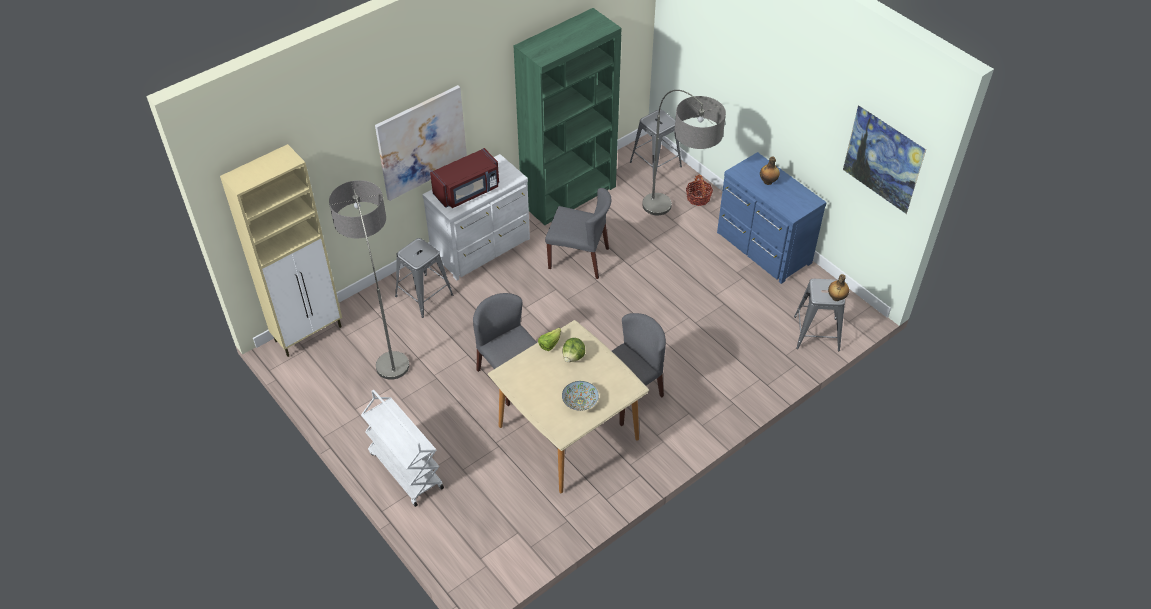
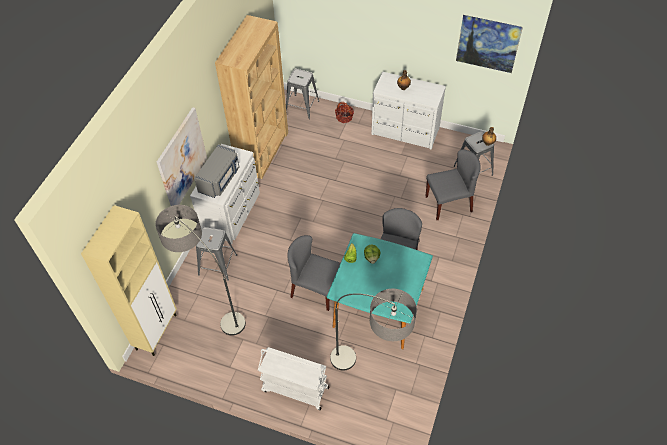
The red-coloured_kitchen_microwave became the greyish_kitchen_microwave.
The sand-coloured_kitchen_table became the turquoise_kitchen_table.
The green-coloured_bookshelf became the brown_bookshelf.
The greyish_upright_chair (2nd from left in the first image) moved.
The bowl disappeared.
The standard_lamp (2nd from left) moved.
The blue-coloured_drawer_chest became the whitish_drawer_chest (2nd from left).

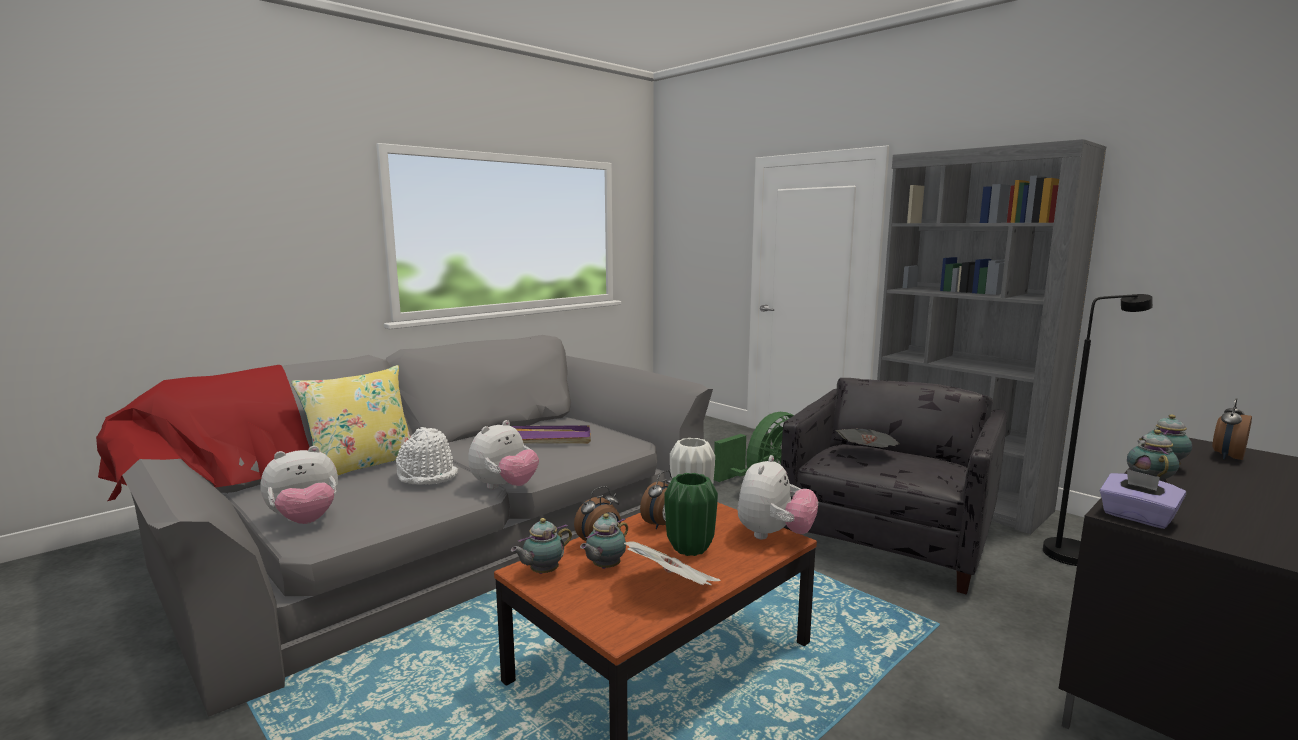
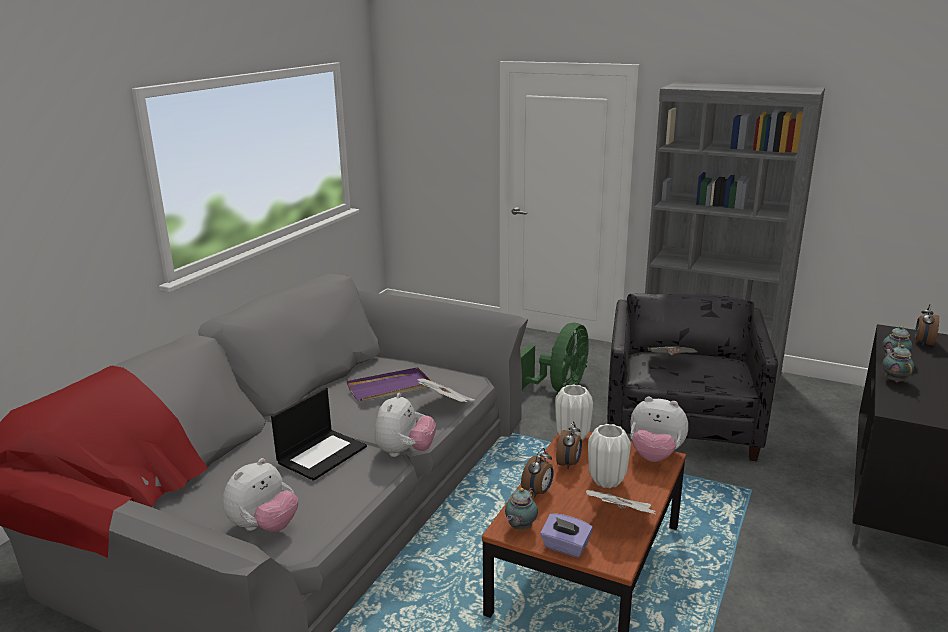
The yellowish_cushion disappeared.
The whitish_wearable_hat was replaced by the notebook_computer.
The teapot (2nd from left) disappeared.
The green-coloured_vase became the whitish_vase (2nd from left).
The plush_toy (3rd from left) turned 105 degrees clockwise.
The blackish_standard_lamp disappeared.
The purple-coloured_box_of_tissues moved.
The printed_paper (1st from left) appeared.

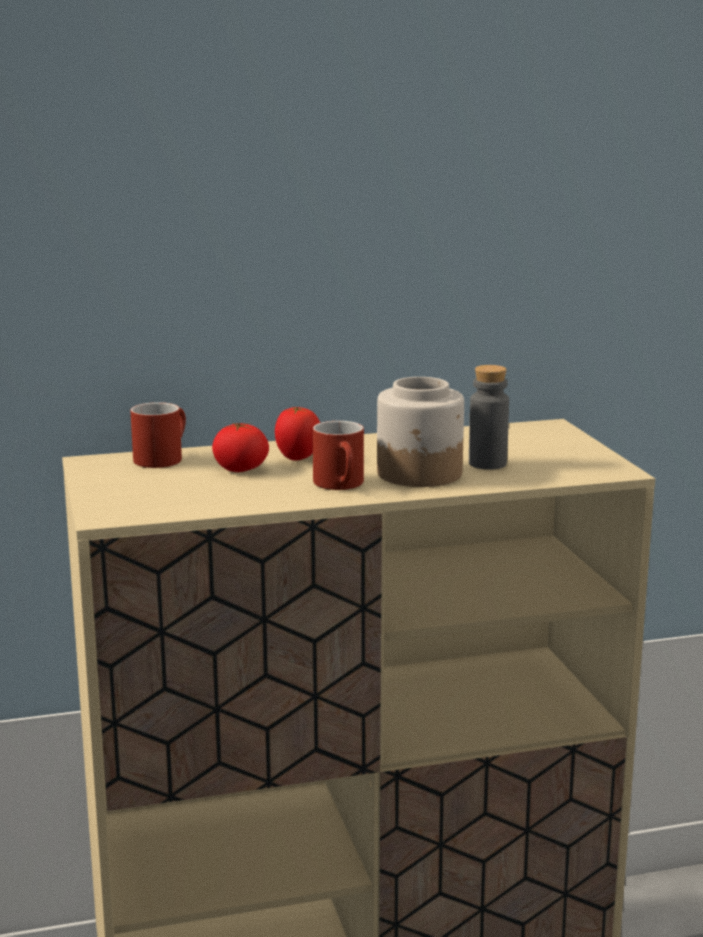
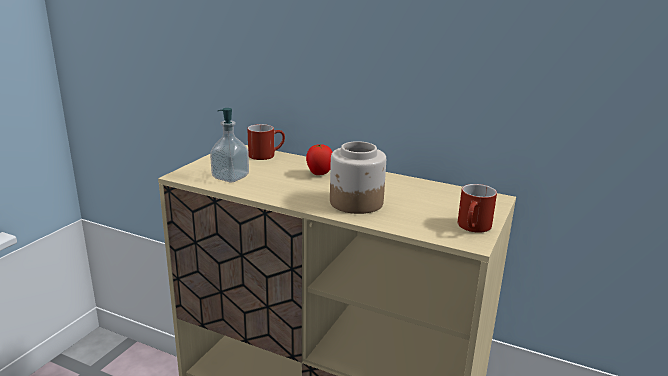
The tomato (1st from left) disappeared.
The red-coloured_mug (2nd from left) moved.
The greyish_drink_bottle disappeared.
The soap_bottle appeared.

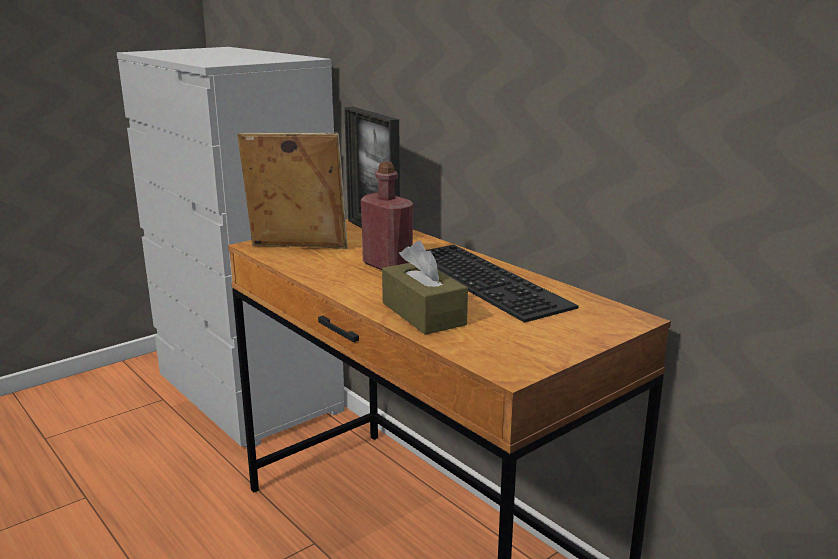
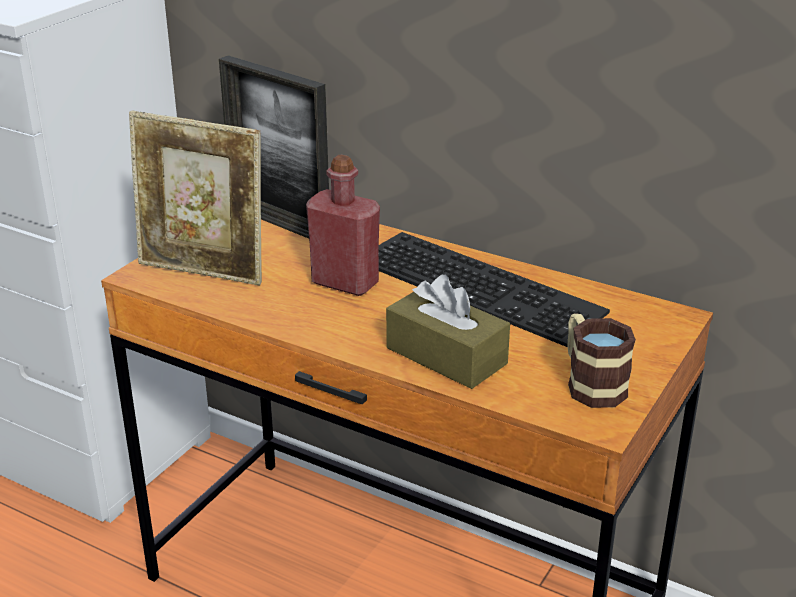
The photo_frame (1st from left) turned 150 degrees counterclockwise.
The mug appeared.

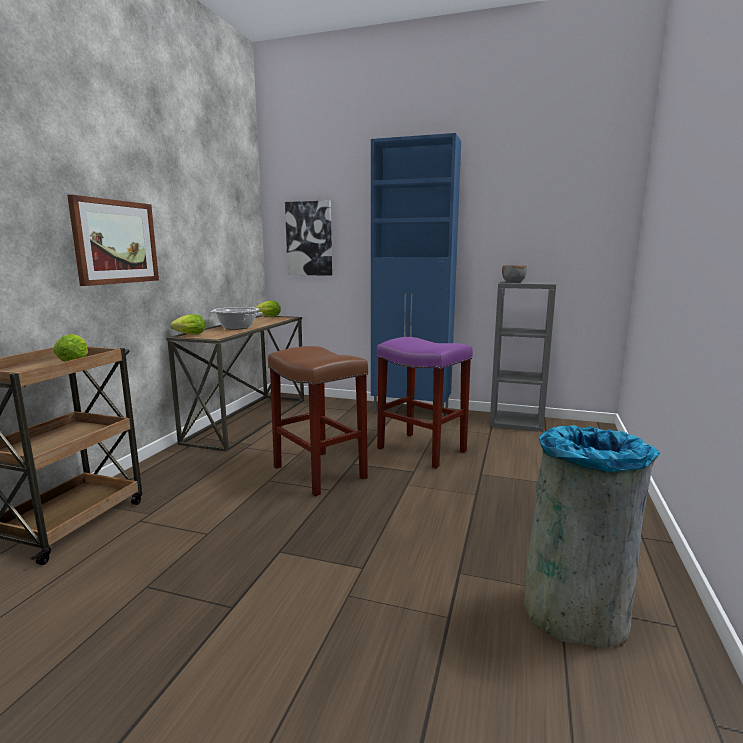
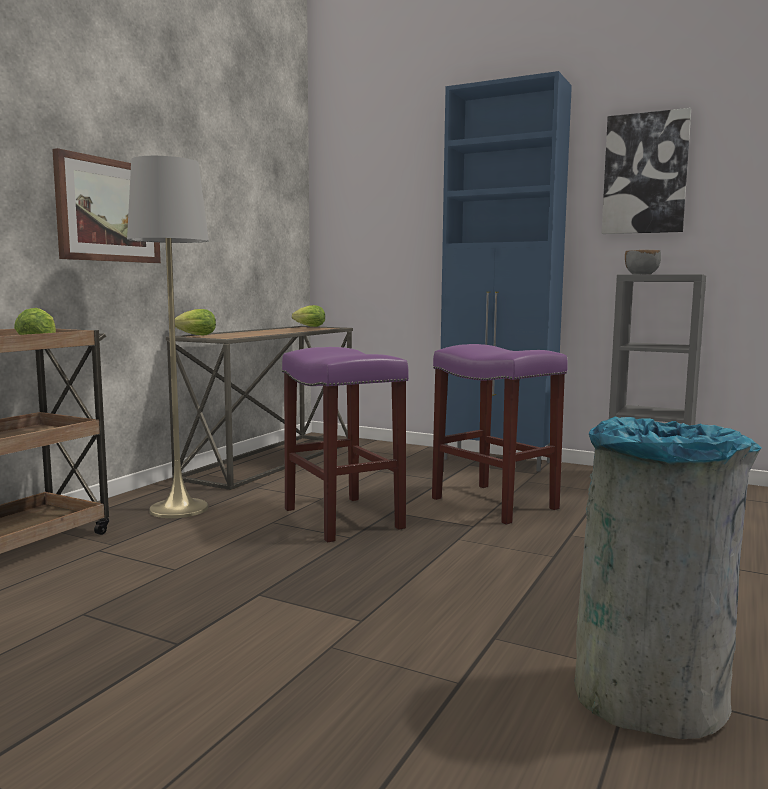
The saucepot disappeared.
The brown_stool_seat became the purple-coloured_stool_seat (1st from left).
The picture (2nd from left) moved.
The greyish_standard_lamp appeared.

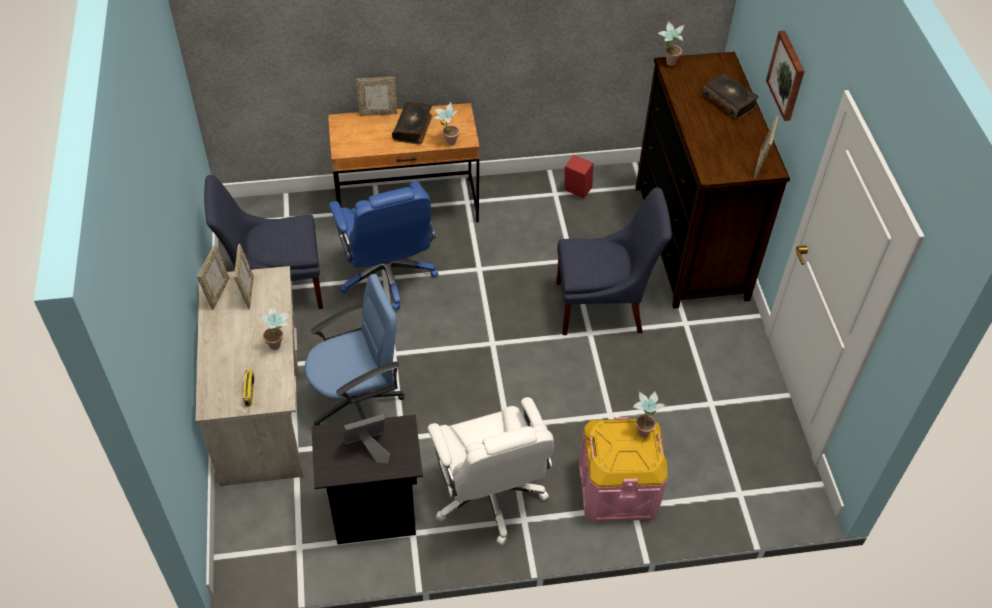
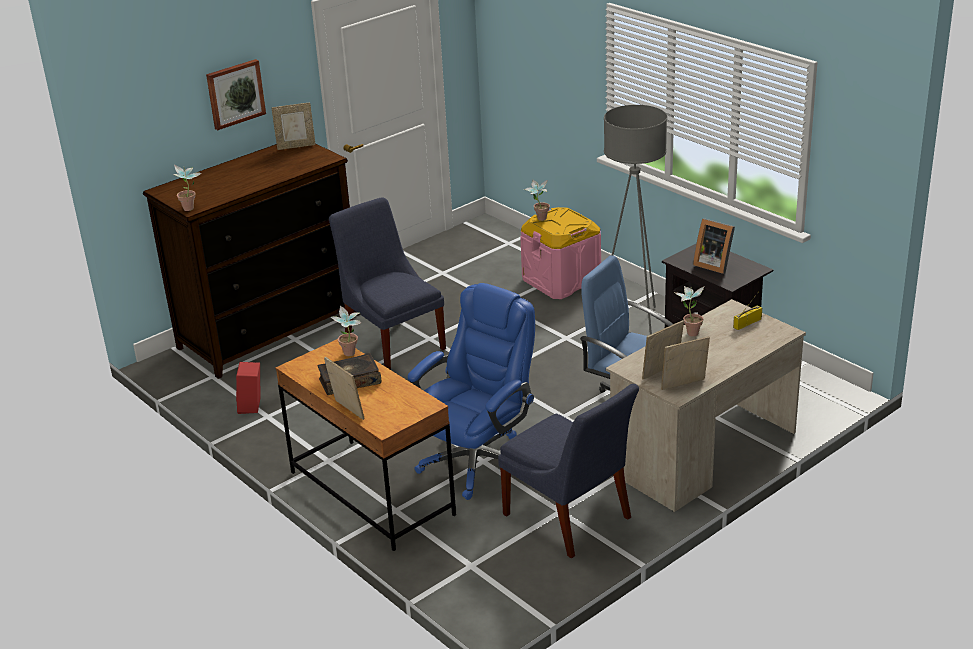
The whitish_office_chair was replaced by the greyish_standard_lamp.
The bound_book (2nd from left) disappeared.

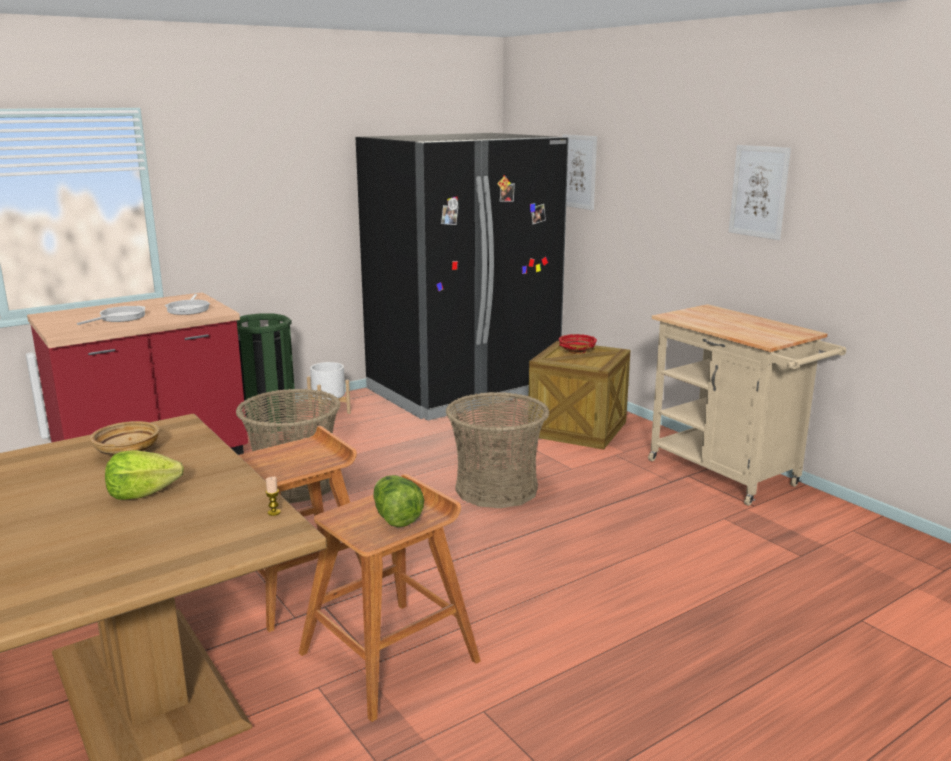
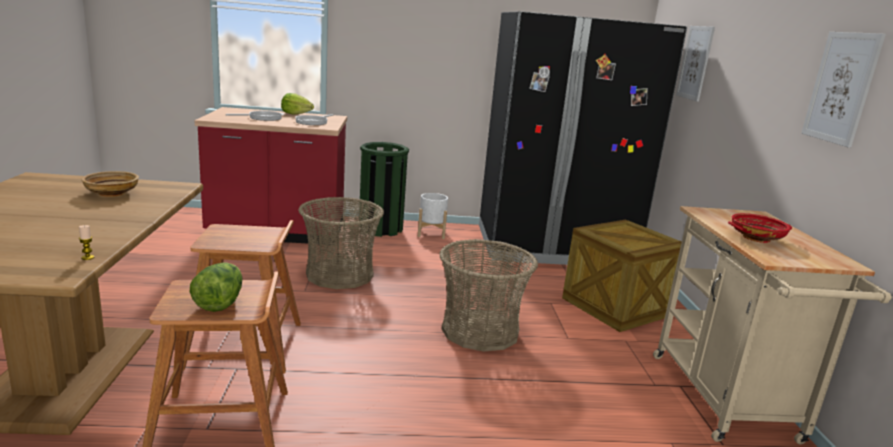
The lettuce (1st from left in the first image) moved.
The red-coloured_bowl moved.

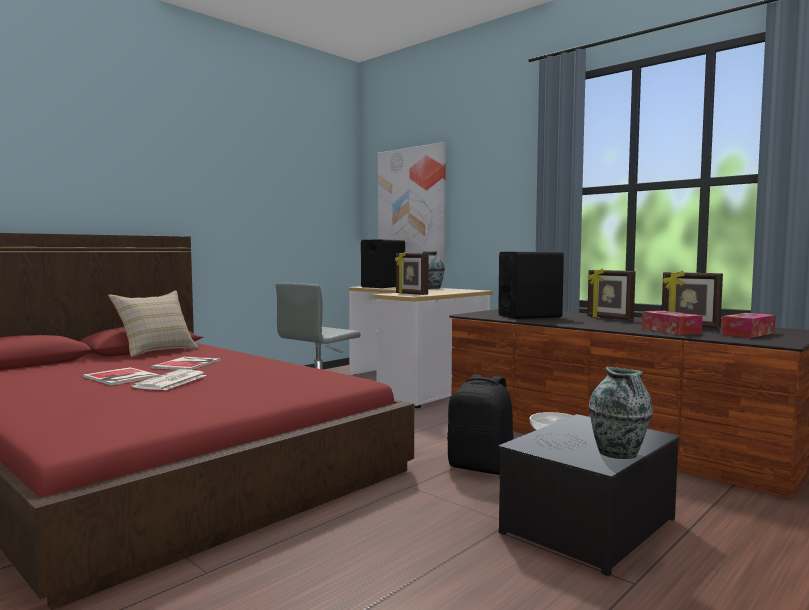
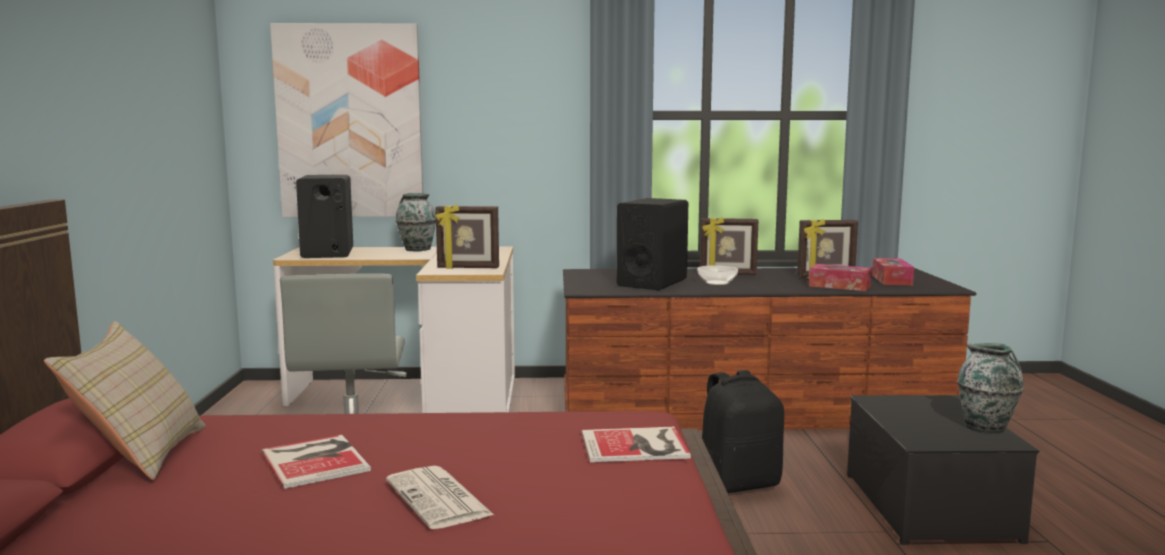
The bound_book (1st from left in the first image) moved.
The bowl moved.

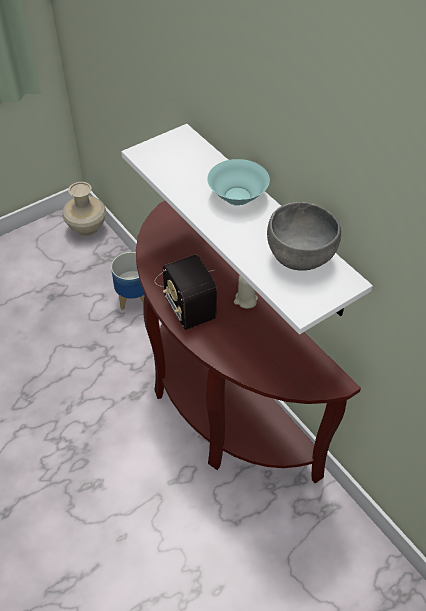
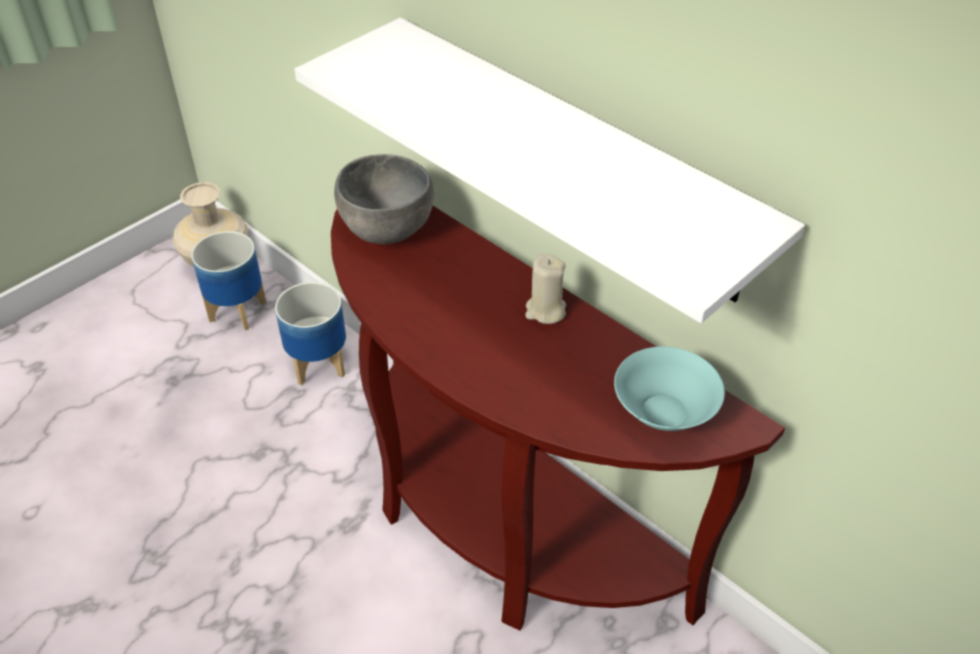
The radio_set disappeared.
The turquoise_bowl moved.
The greyish_bowl moved.
The planter (1st from left) appeared.

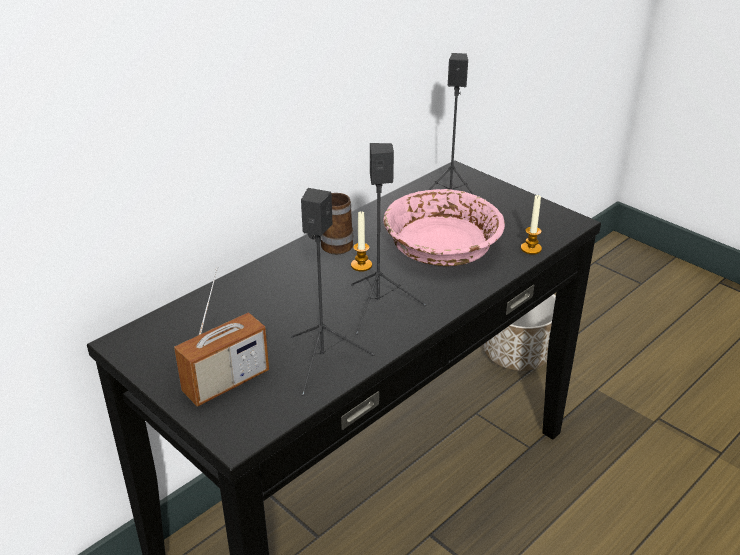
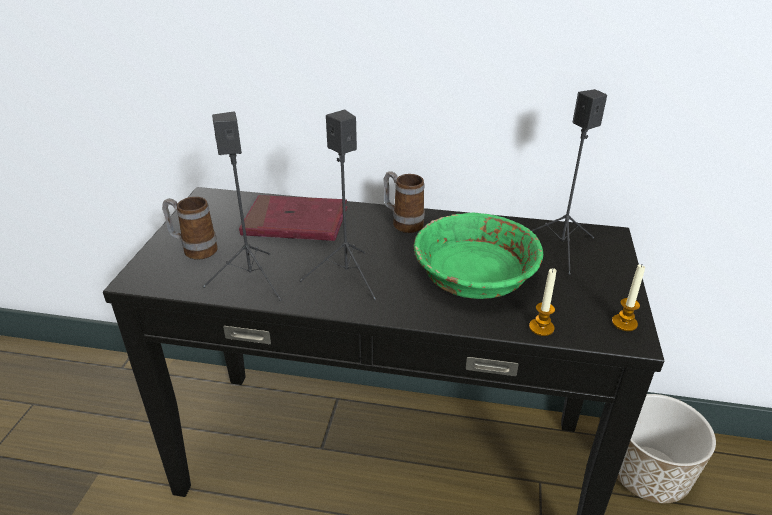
The radio_set was replaced by the mug (1st from left).
The candle (1st from left in the first image) moved.
The pink_bowl became the green-coloured_bowl.
The red-coloured_bound_book appeared.

